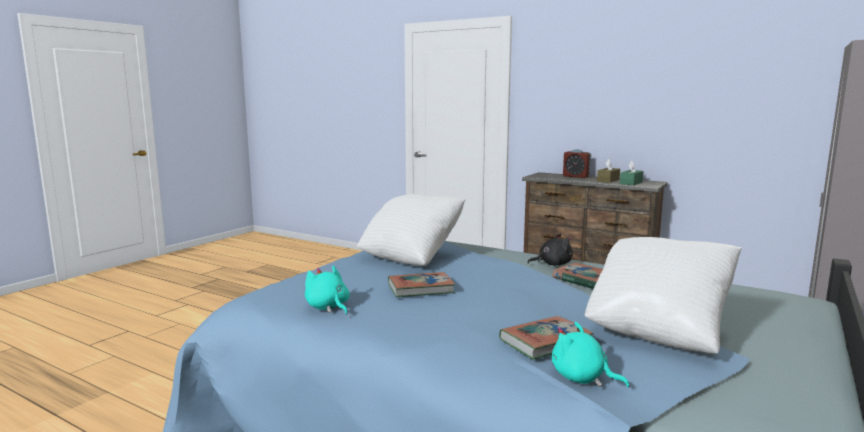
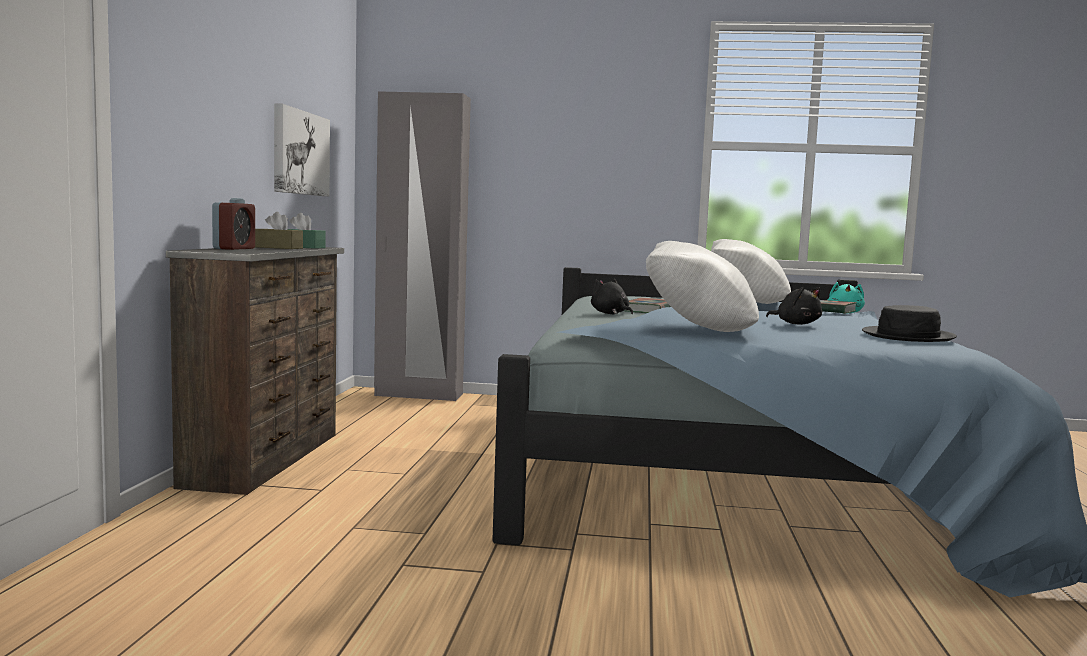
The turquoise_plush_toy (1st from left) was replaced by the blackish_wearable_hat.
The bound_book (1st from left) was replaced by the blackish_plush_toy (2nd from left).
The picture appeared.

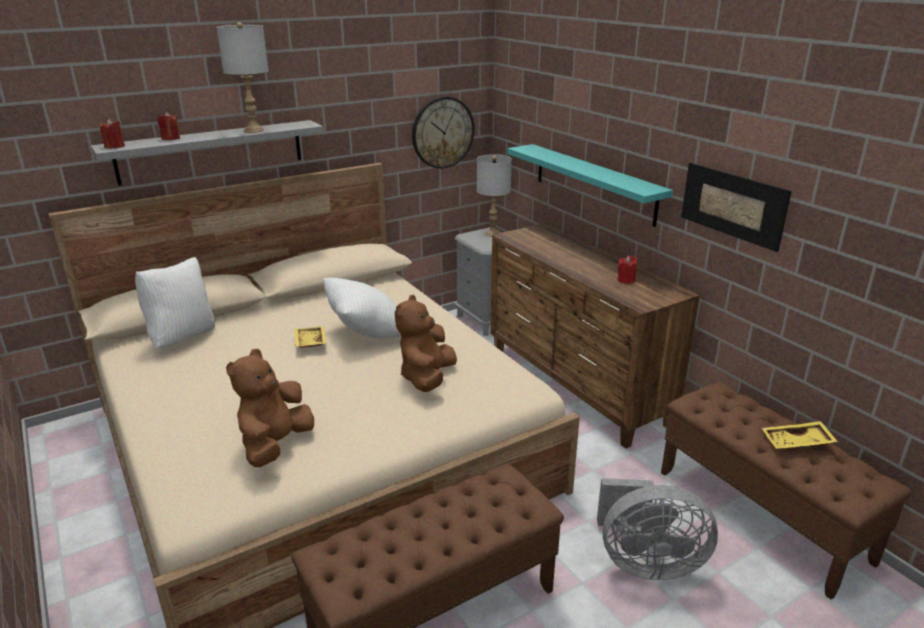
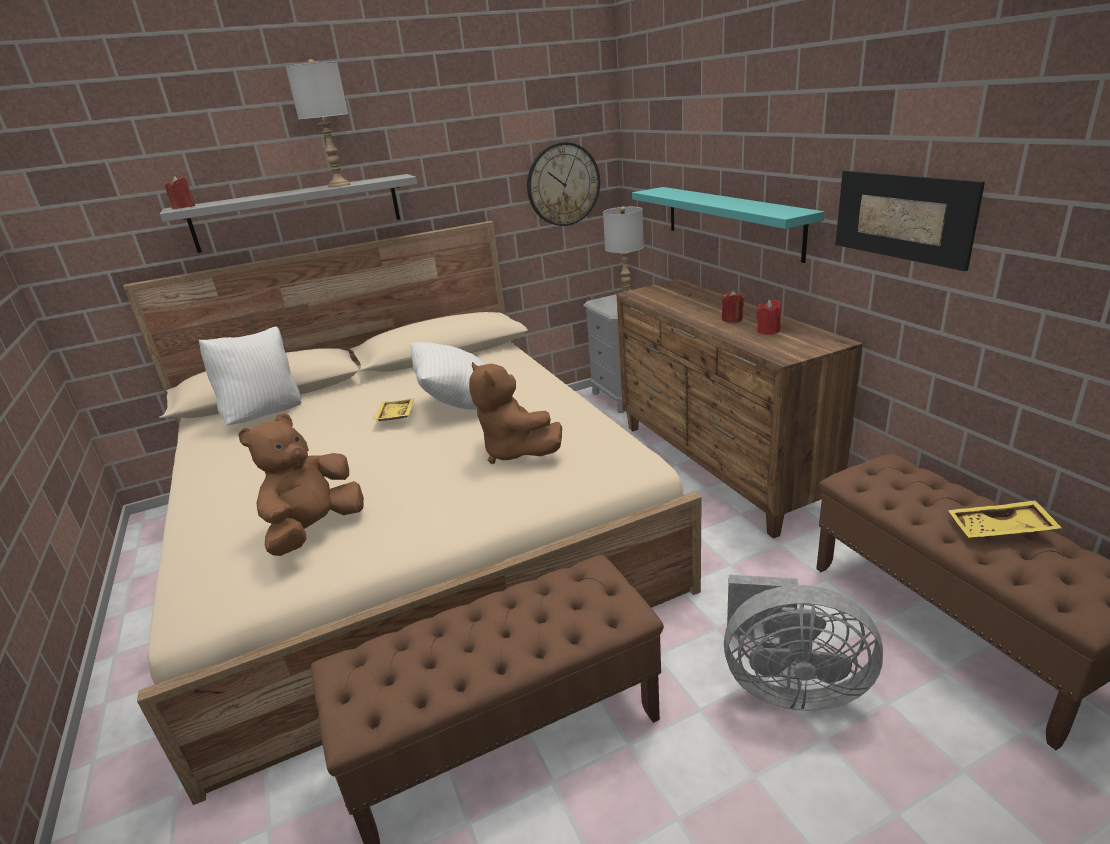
The red-coloured_candle (2nd from left) moved.
The brown_plush_toy (2nd from left) turned 60 degrees counterclockwise.

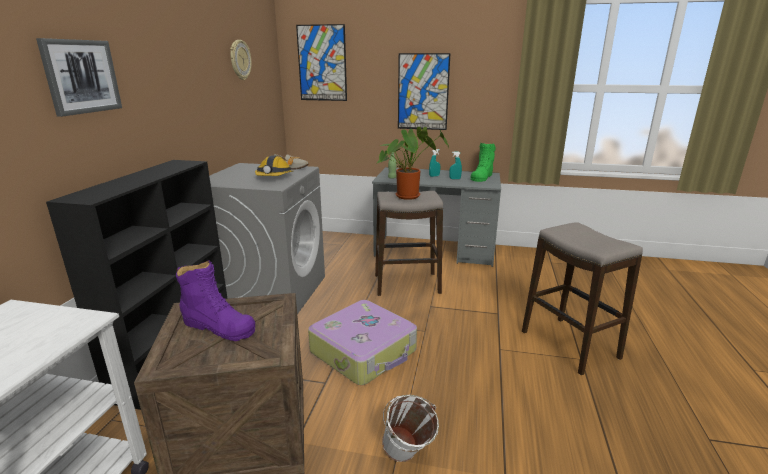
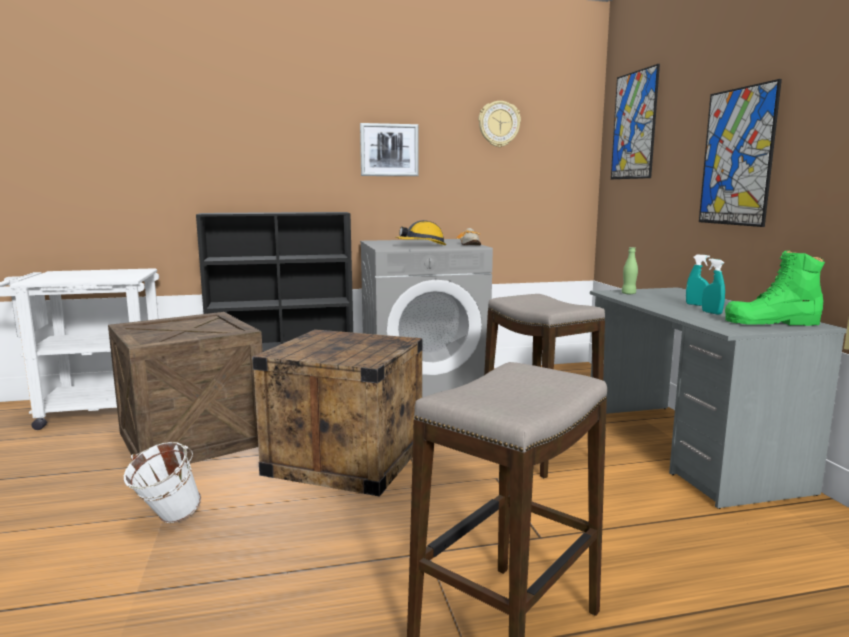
The picture (1st from left) moved.
The purple-coloured_boot disappeared.
The travel_case was replaced by the shipping_crate (2nd from left).
The plant_in_a_pot disappeared.

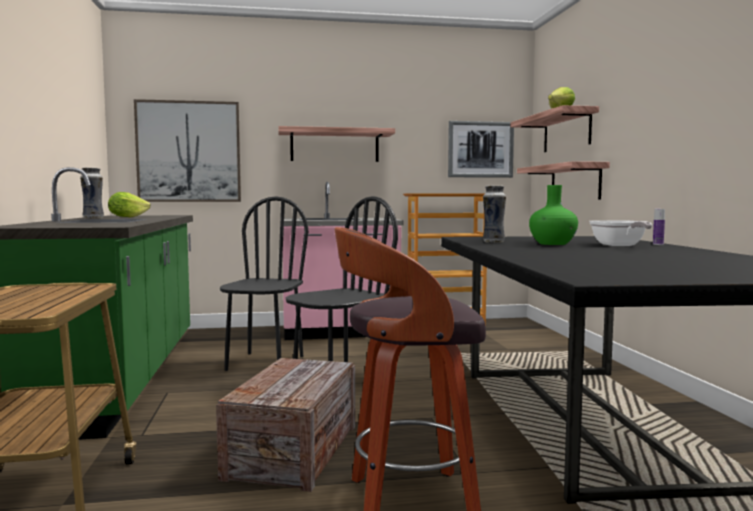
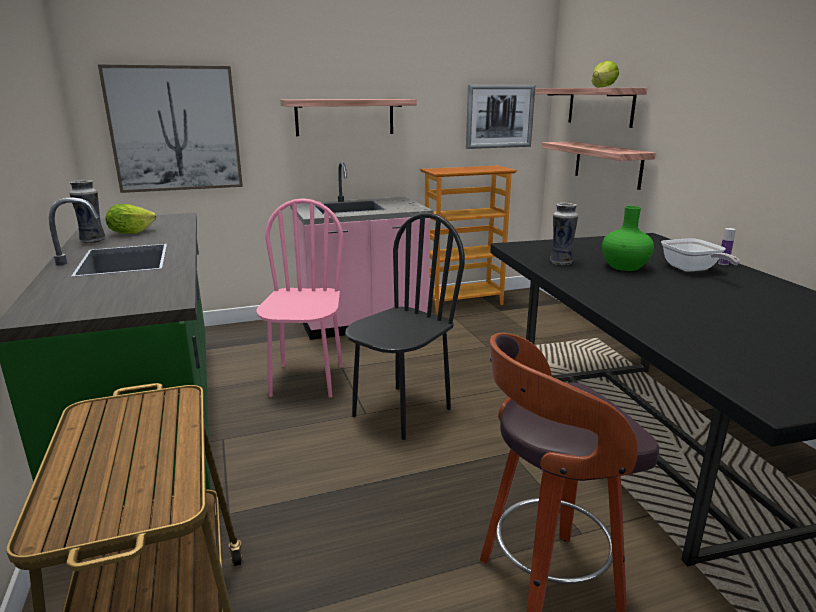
The shipping_crate disappeared.
The blackish_upright_chair (1st from left) became the pink_upright_chair.

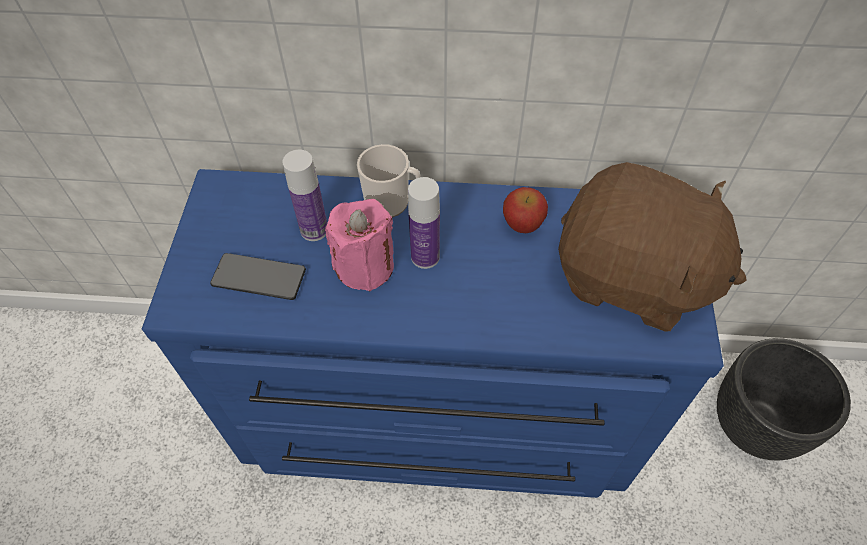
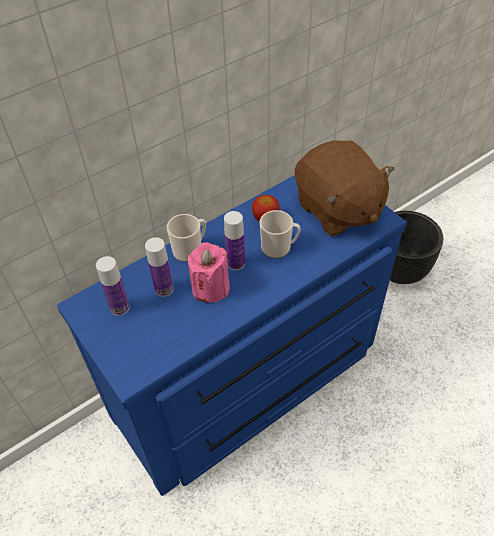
The telephone disappeared.
The brown_plush_toy turned 75 degrees clockwise.
The drink_bottle (1st from left) appeared.
The mug (2nd from left) appeared.

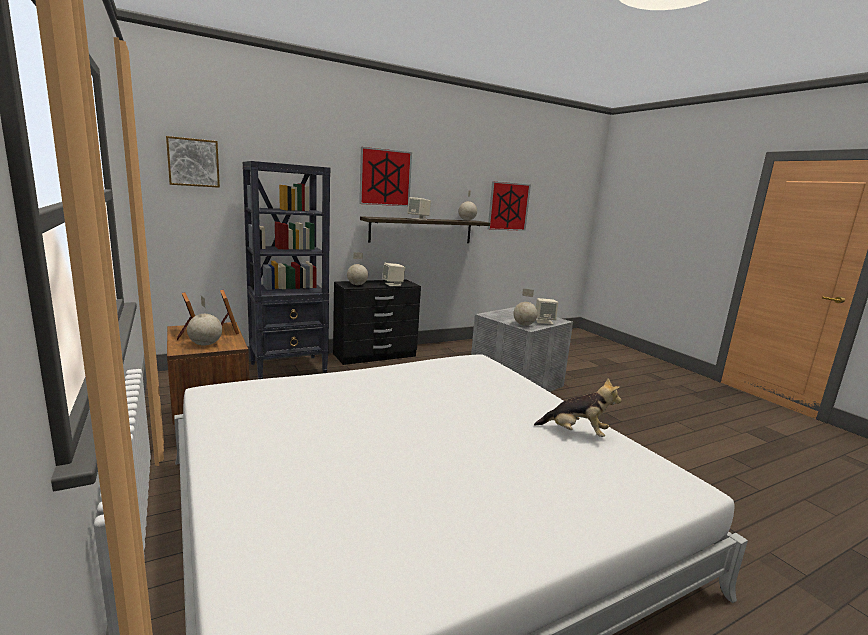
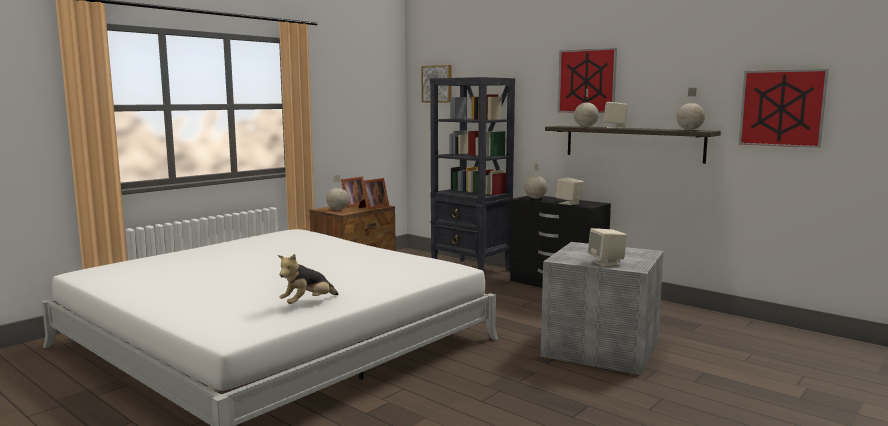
The world_globe (4th from left in the first image) moved.
The plush_toy turned 45 degrees clockwise.

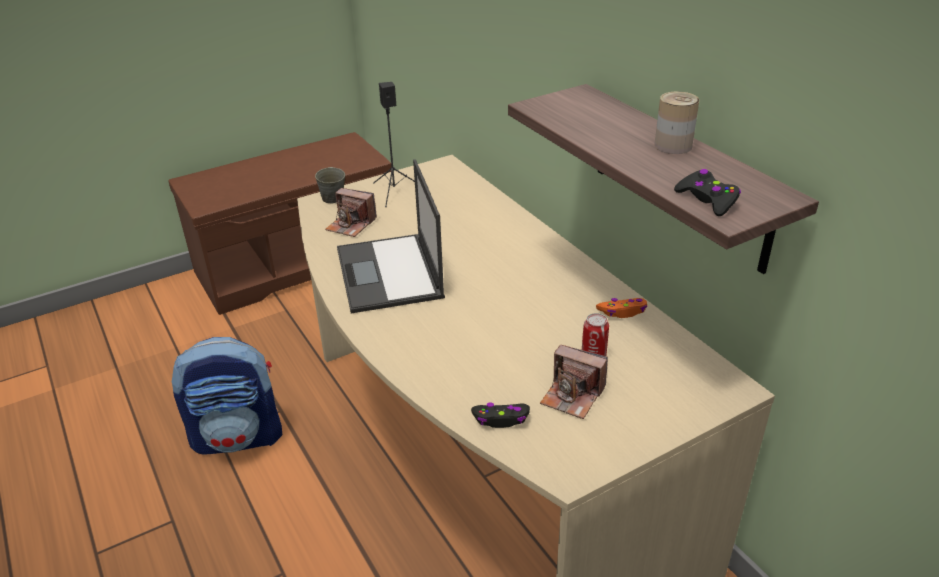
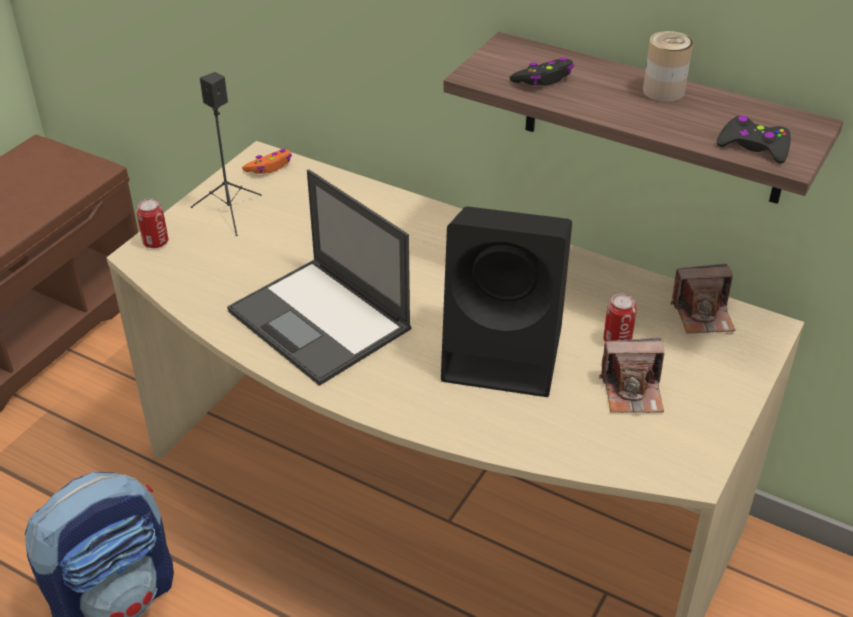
The greyish_mug was replaced by the metal_can (1st from left).
The still_camera (1st from left in the first image) moved.
The blackish_gamepad (1st from left) moved.
The orangey_gamepad moved.
The blackish_loudspeaker (2nd from left) appeared.

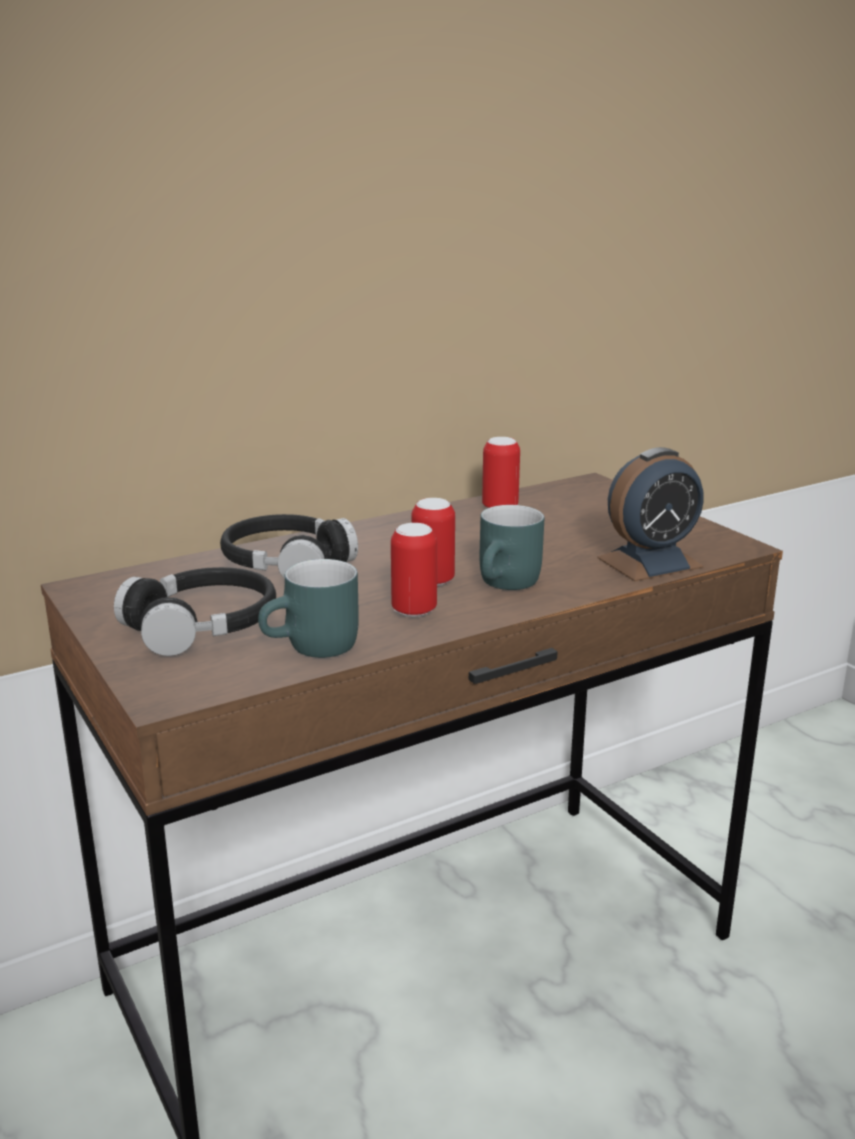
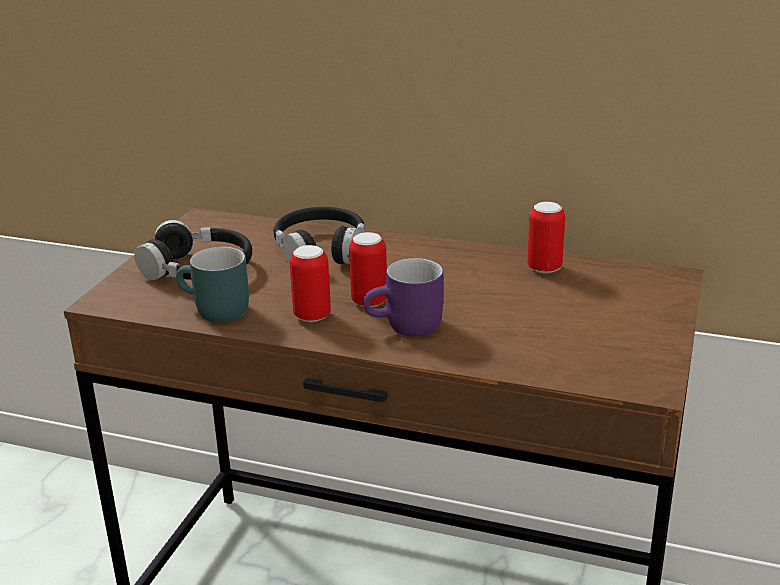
The turquoise_mug (2nd from left) became the purple-coloured_mug.
The bedside_clock disappeared.

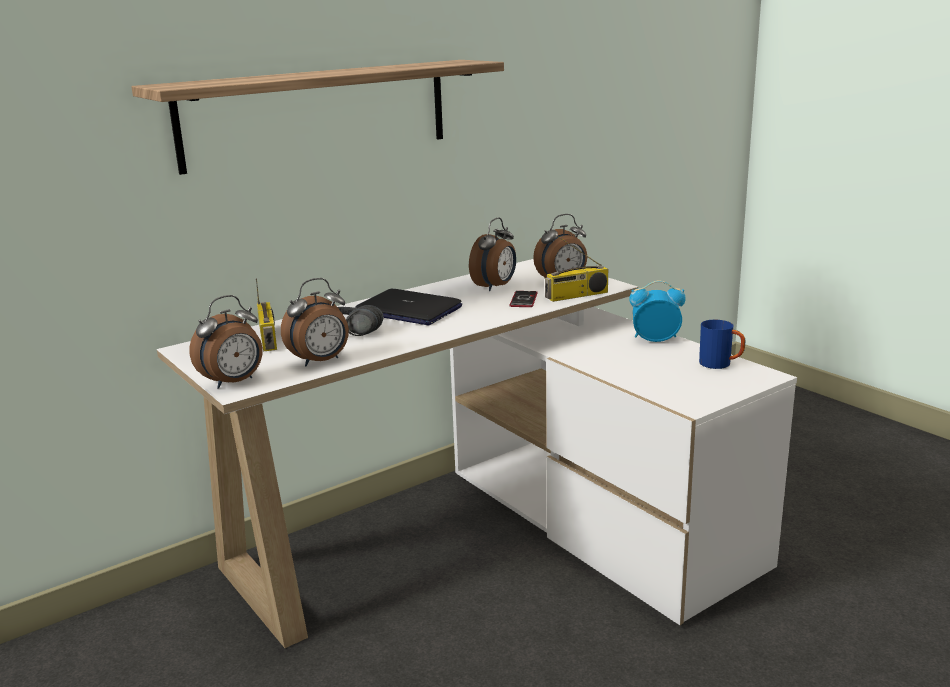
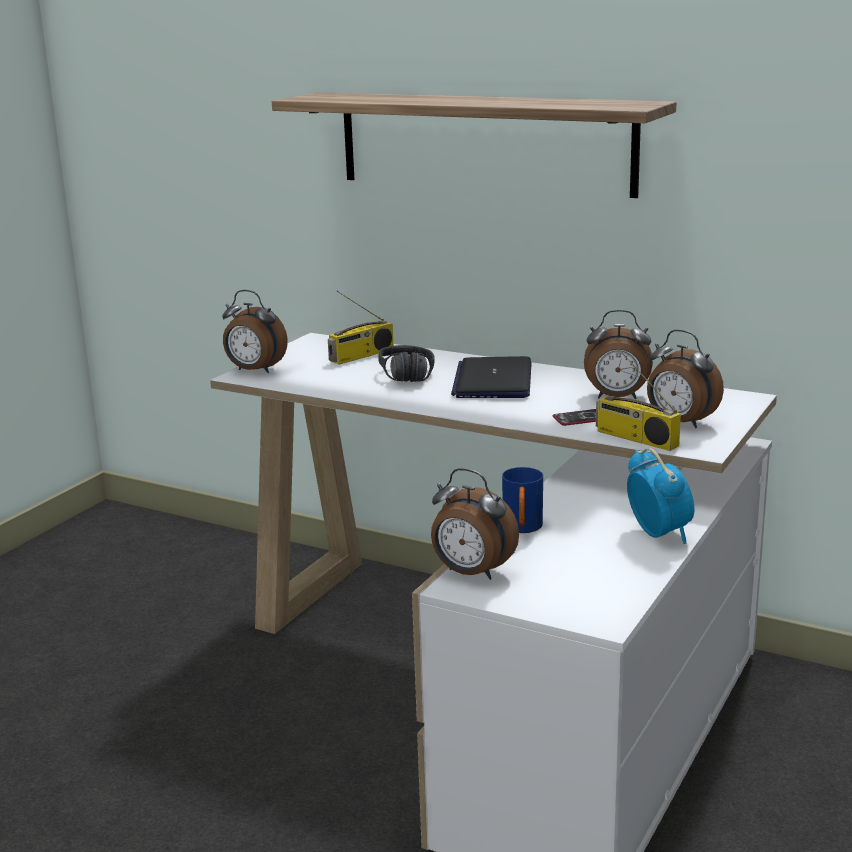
The bedside_clock (2nd from left) moved.
The blue-coloured_mug moved.

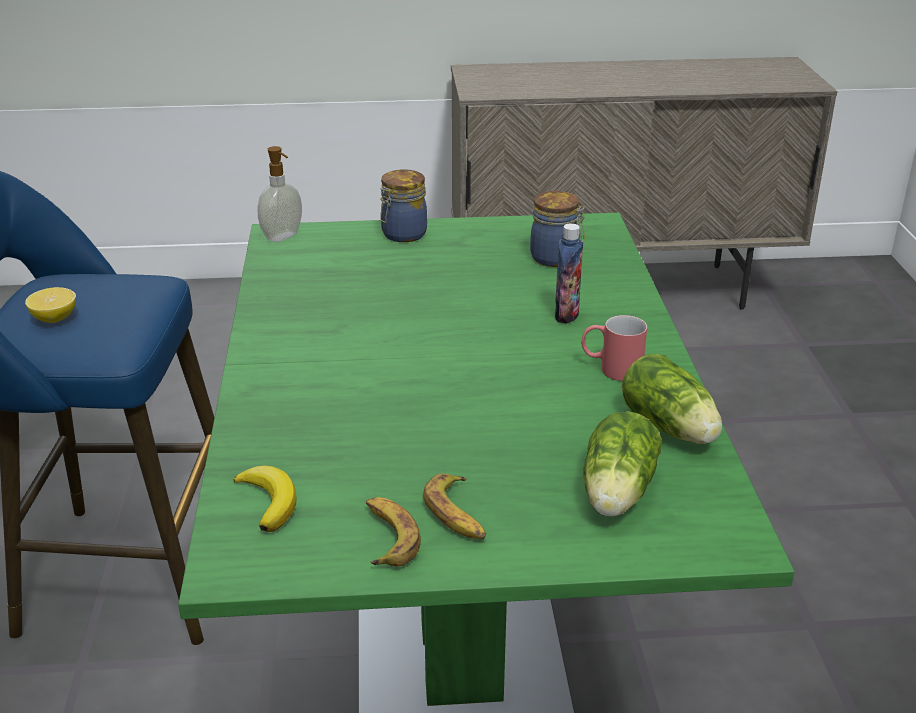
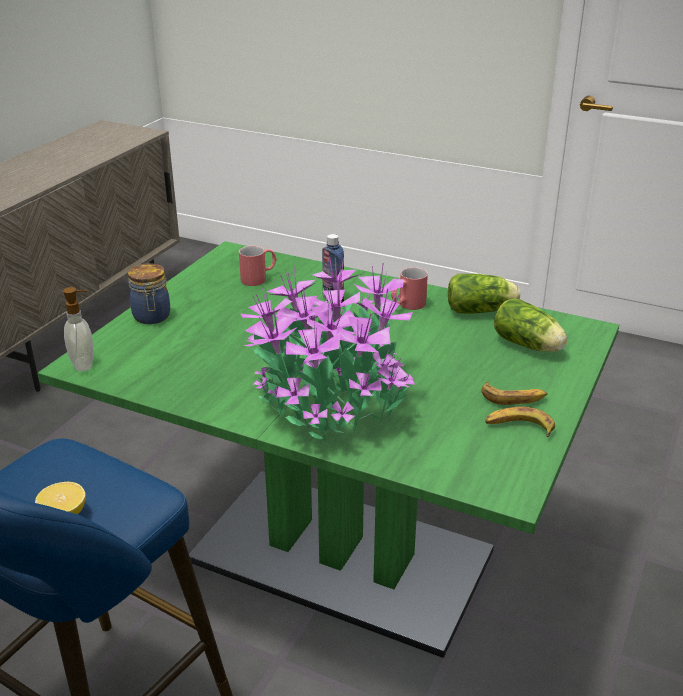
The whole_banana (1st from left) disappeared.
The storage_jar (2nd from left) was replaced by the red-coloured_mug (1st from left).
The plant_in_a_pot appeared.

